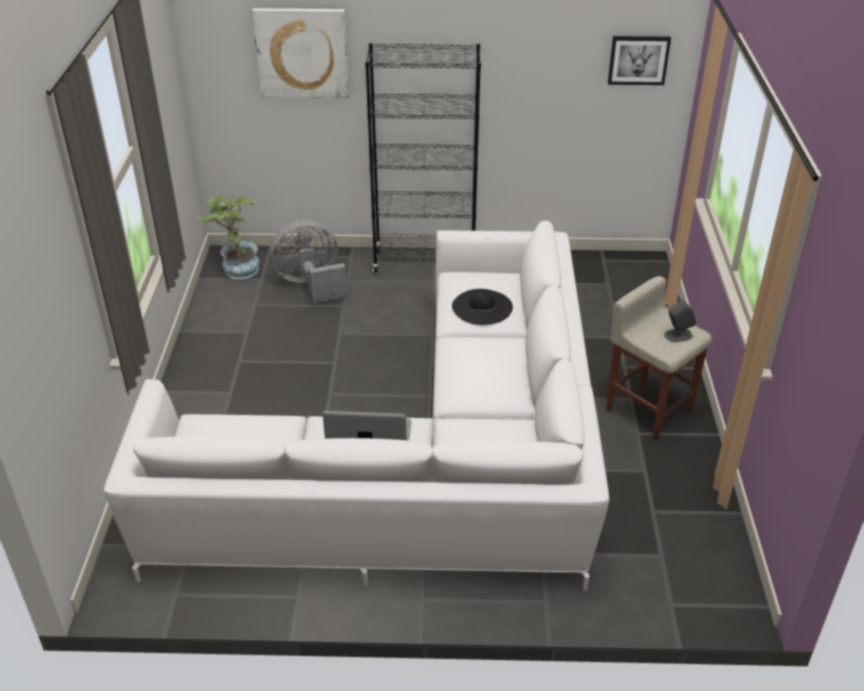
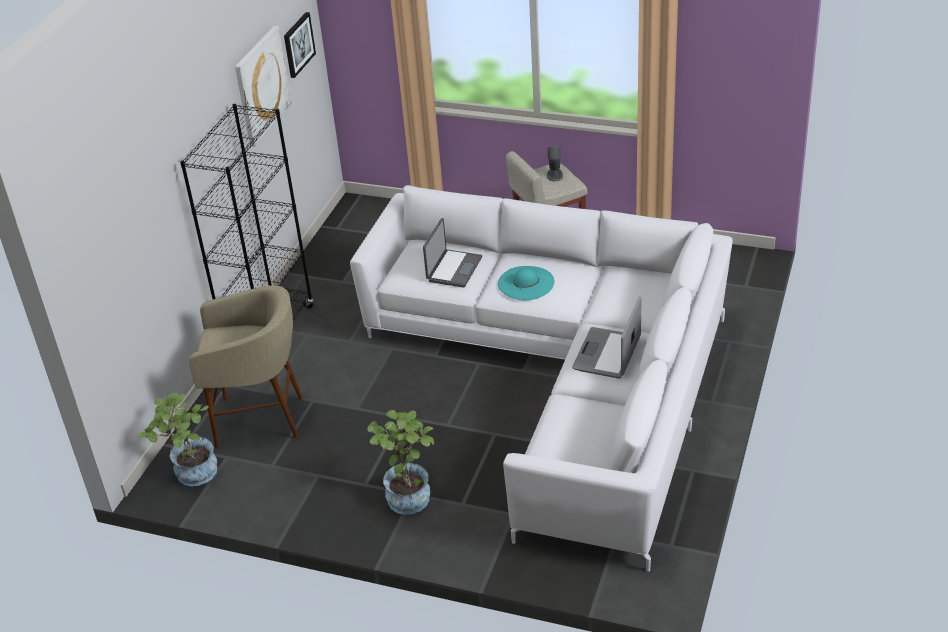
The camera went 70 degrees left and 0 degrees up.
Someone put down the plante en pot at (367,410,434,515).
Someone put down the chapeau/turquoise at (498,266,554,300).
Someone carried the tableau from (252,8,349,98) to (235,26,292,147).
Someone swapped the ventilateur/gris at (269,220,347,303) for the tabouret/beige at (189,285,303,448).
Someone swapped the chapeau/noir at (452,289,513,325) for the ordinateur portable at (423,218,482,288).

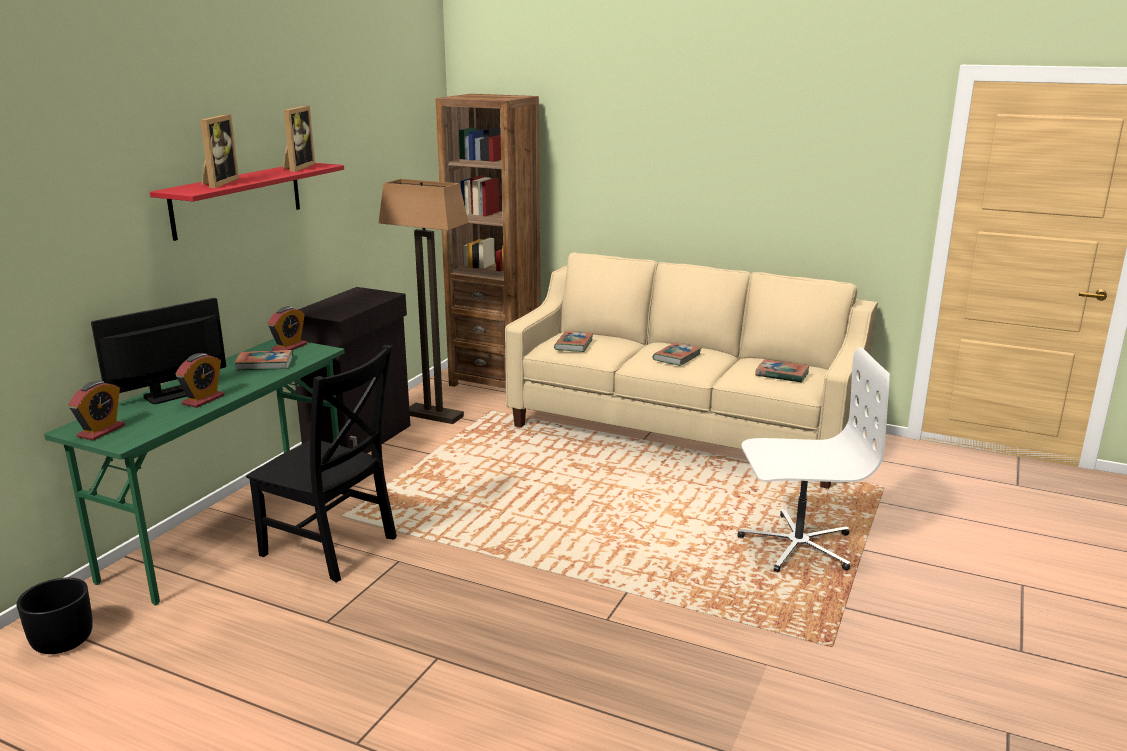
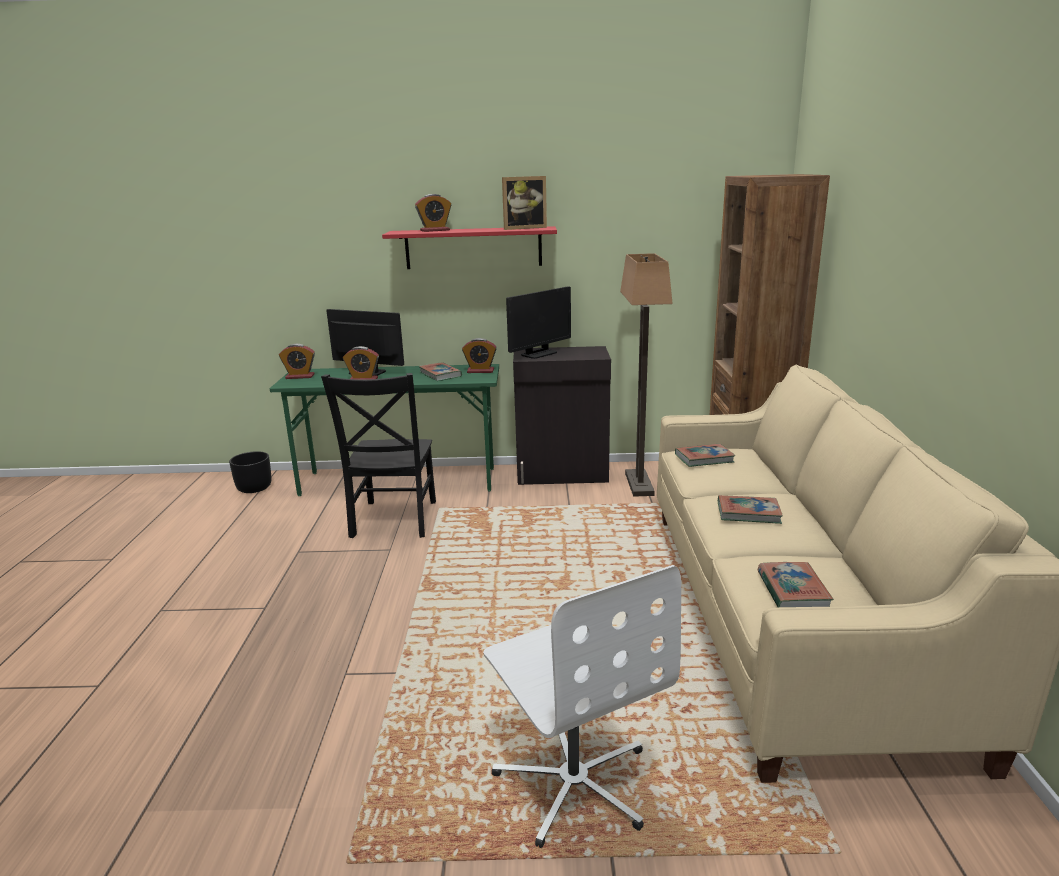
The camera went 65 degrees right and 0 degrees up.
Someone put down the écran d'ordinateur at (506,286,571,359).
Someone swapped the cadre photo at (200,114,239,188) for the réveil at (415,194,451,232).

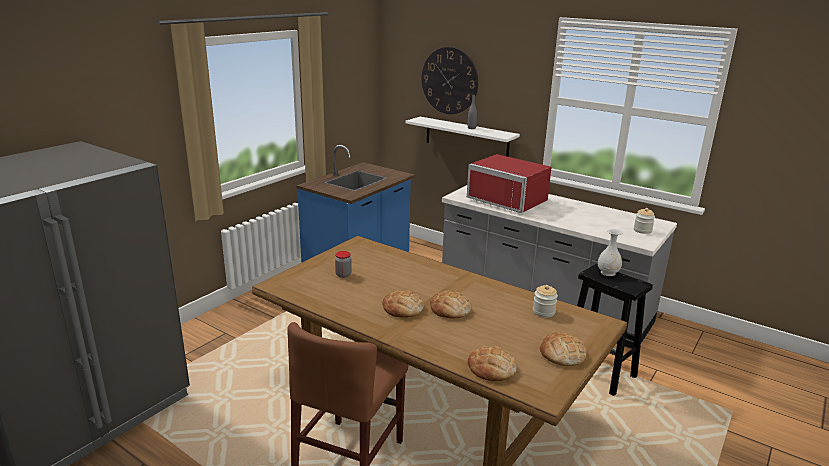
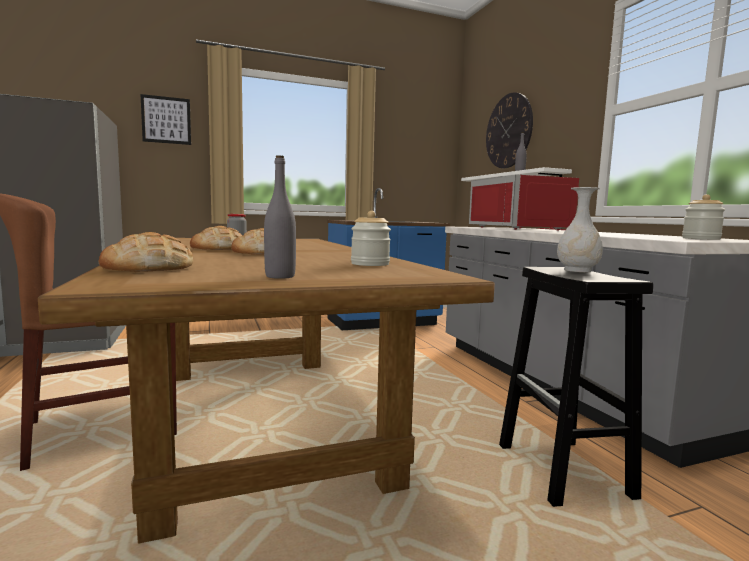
The camera went 35 degrees right and 15 degrees down.
Someone put up the tableau at (141,94,191,145).
Someone swapped the pain at (540,332,586,366) for the bouteille/gris at (264,155,296,279).

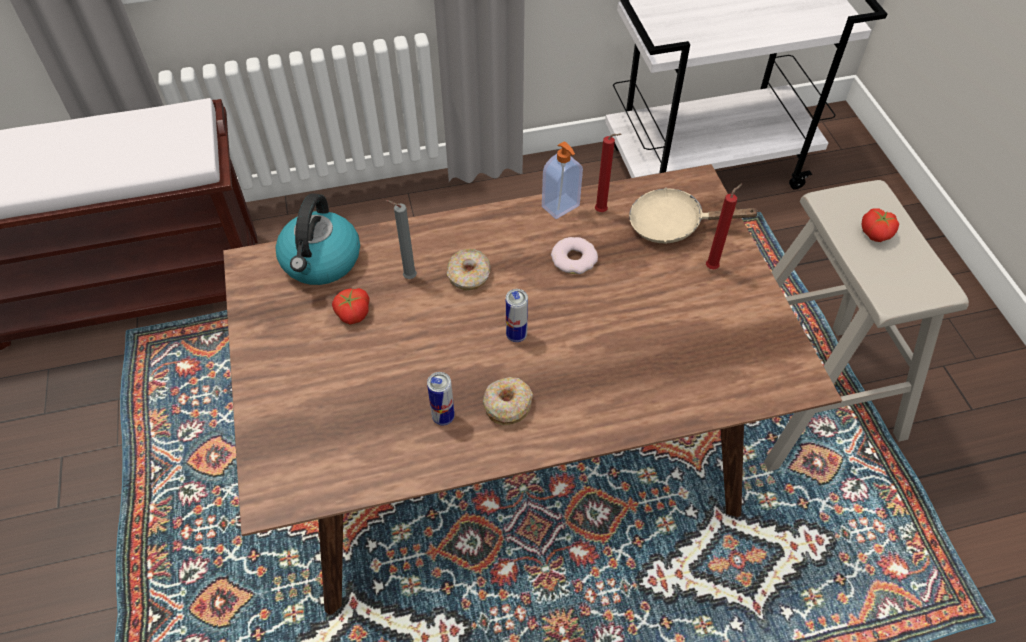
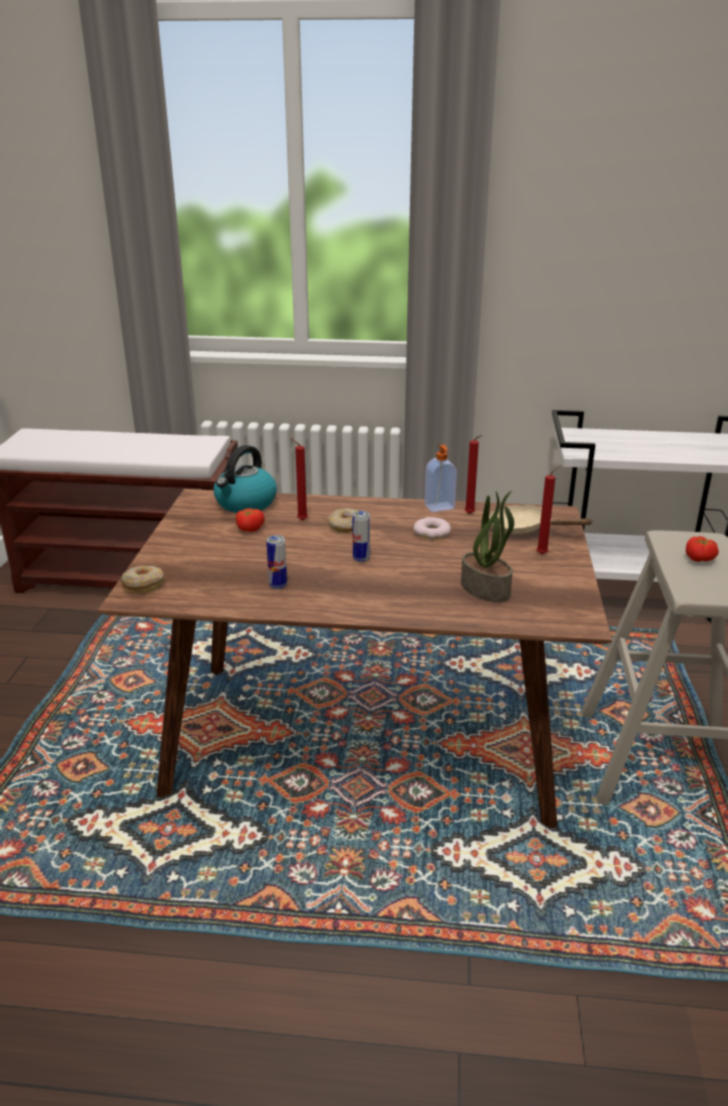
The camera went 20 degrees right and 25 degrees down.
Someone put down the plante en pot at (461,491,514,602).
Someone carried the beignet from (483,377,533,426) to (121,566,164,594).
Someone repainted the bougie/gris at (386,200,417,279), which became the bougie/rouge at (290,438,308,520).

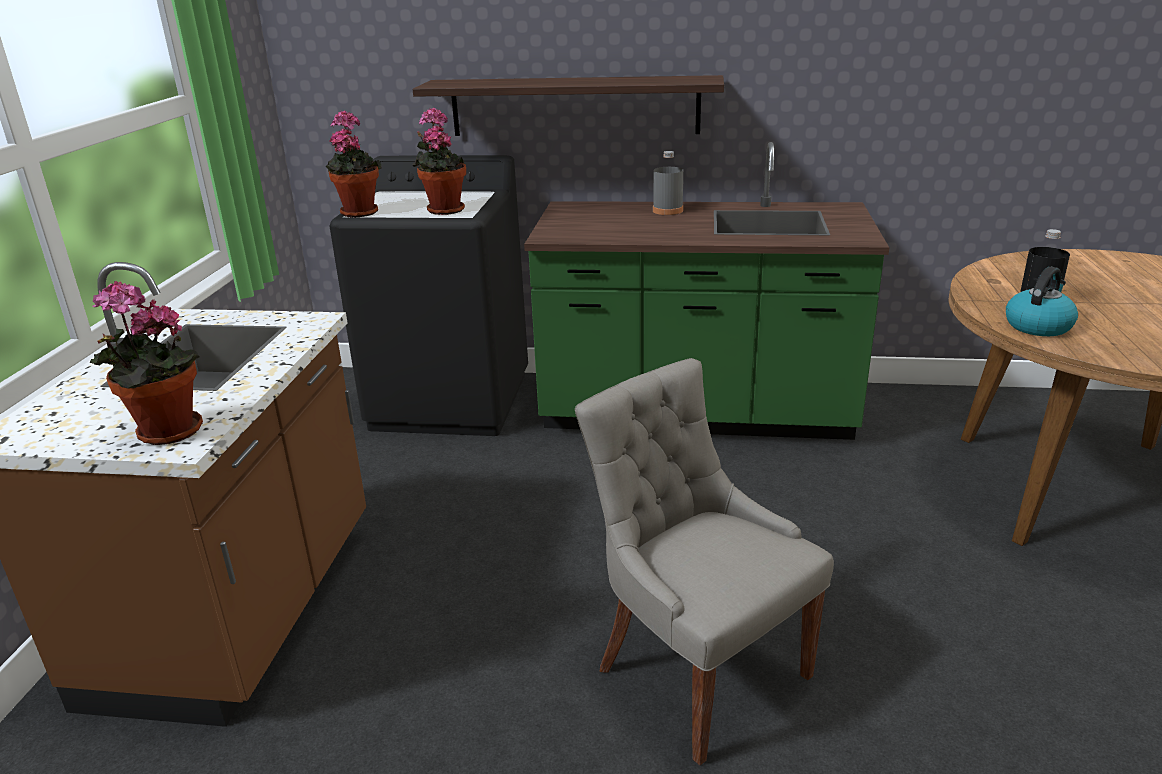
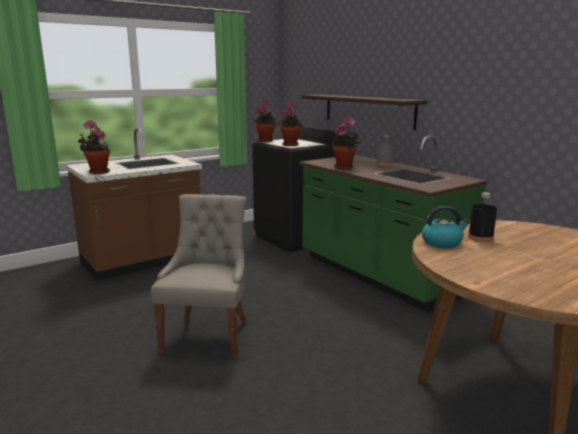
The camera went 45 degrees right and 10 degrees down.
Someone put down the plante en pot at (332,117,360,169).

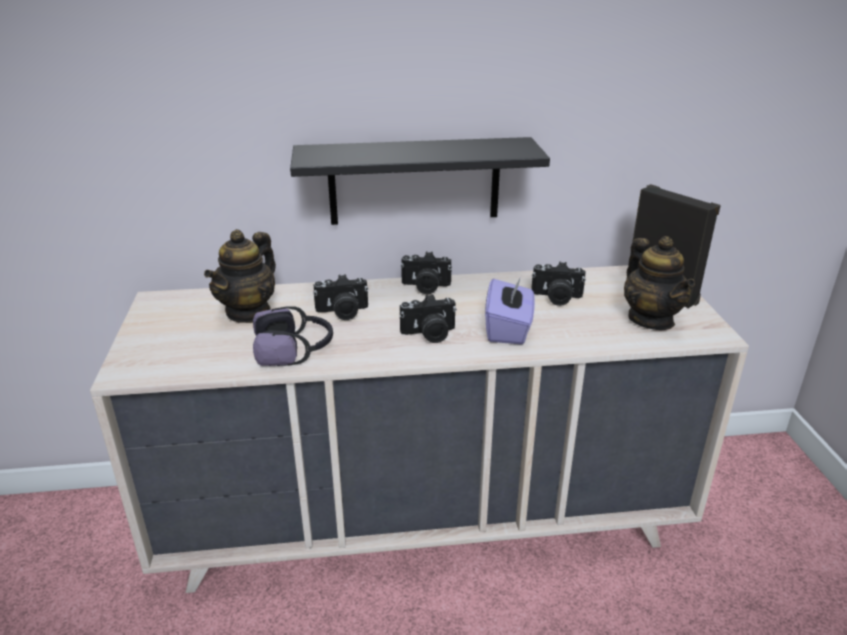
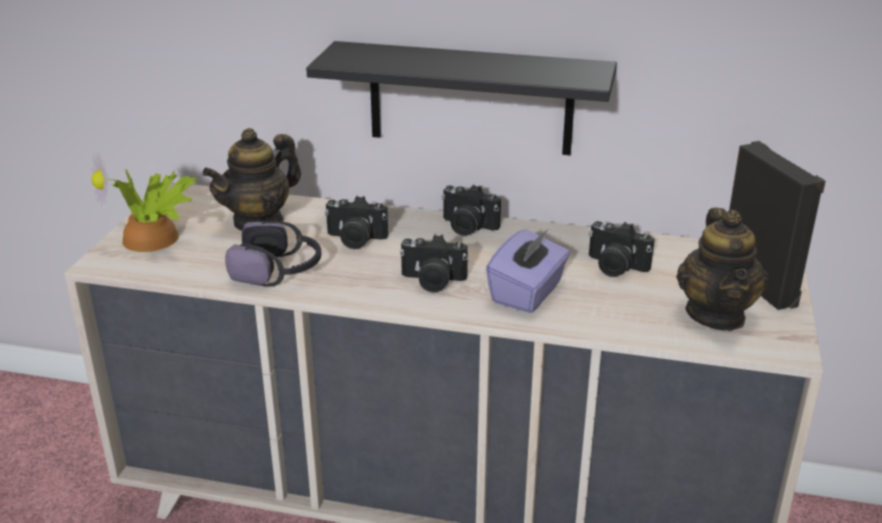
The camera went 20 degrees right and 0 degrees up.
Someone put down the plante en pot at (91,151,197,252).

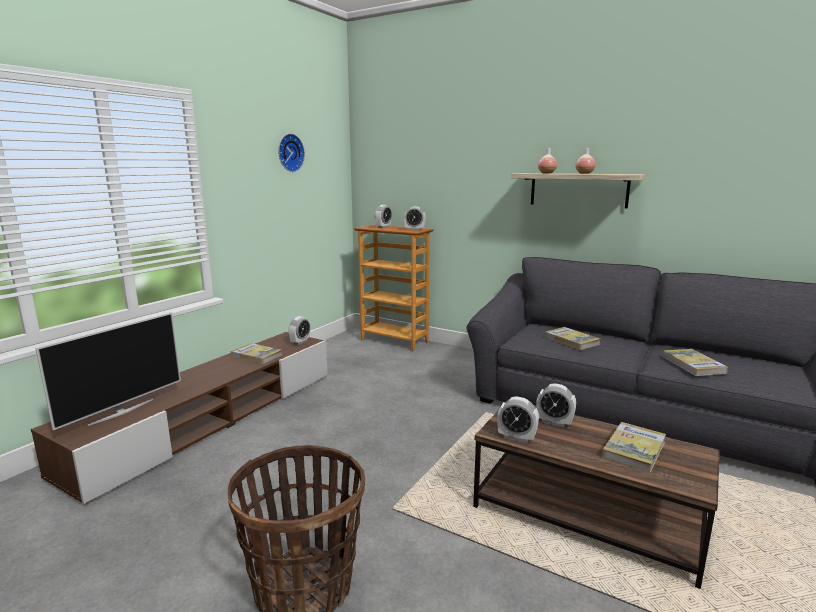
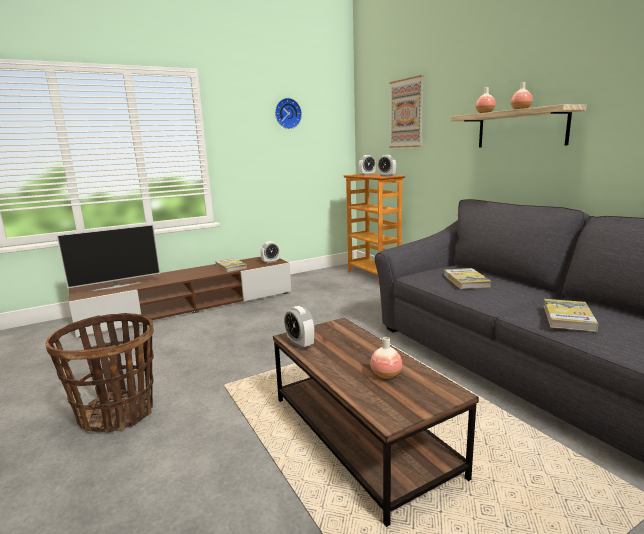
The camera went 30 degrees right and 0 degrees up.
Someone took away the réveil at (536,383,576,427).
Someone put up the tableau at (389,75,424,148).
Someone swapped the livre at (602,422,666,473) for the vase at (370,337,402,379).

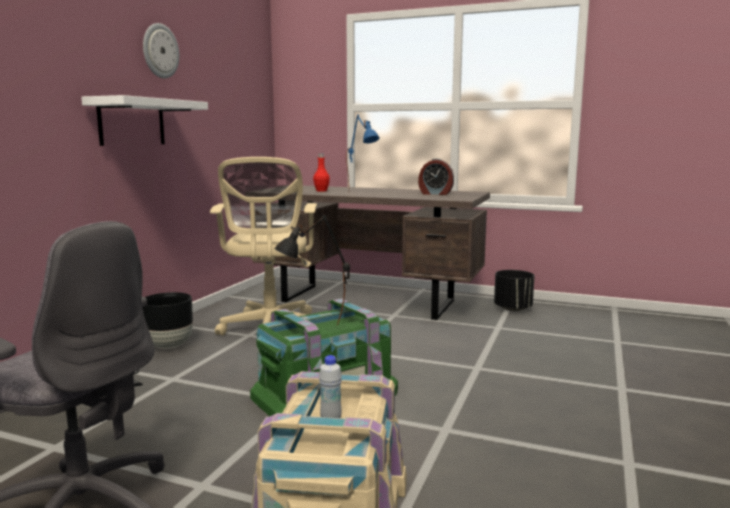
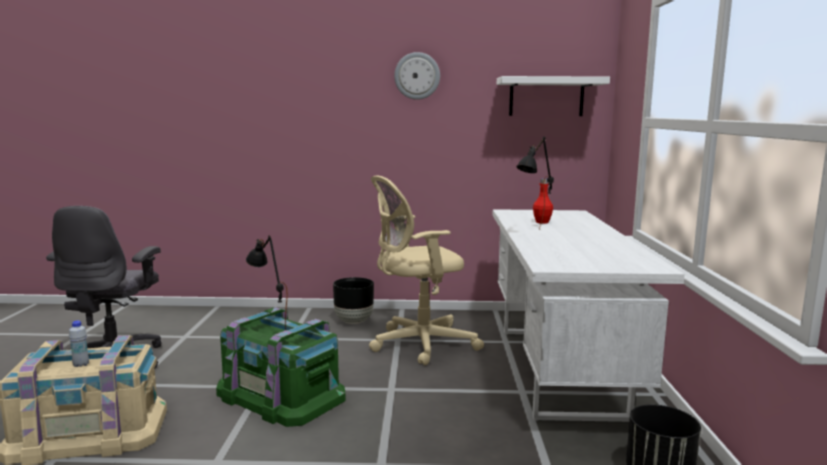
The camera went 70 degrees right and 0 degrees up.
Someone took away the réveil at (418,158,454,195).
Someone carried the étagère/blanc from (81,95,208,146) to (497,76,610,116).
Someone repainted the bureau/marron at (248,186,490,320), which became the bureau/blanc at (492,209,685,422).
Someone repainted the lampe de table/bleu at (346,114,380,184), which became the lampe de table/noir at (516,137,554,229).

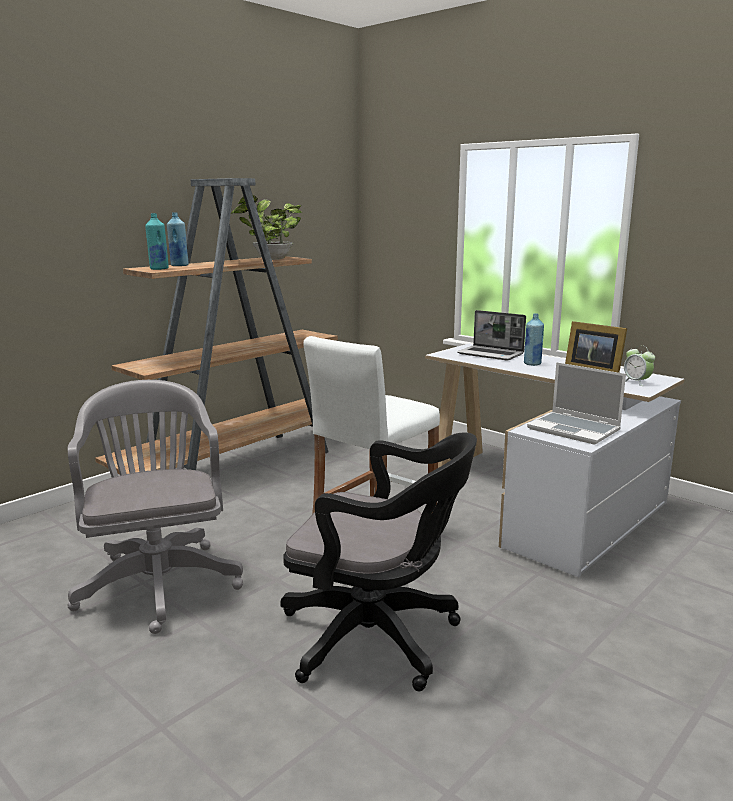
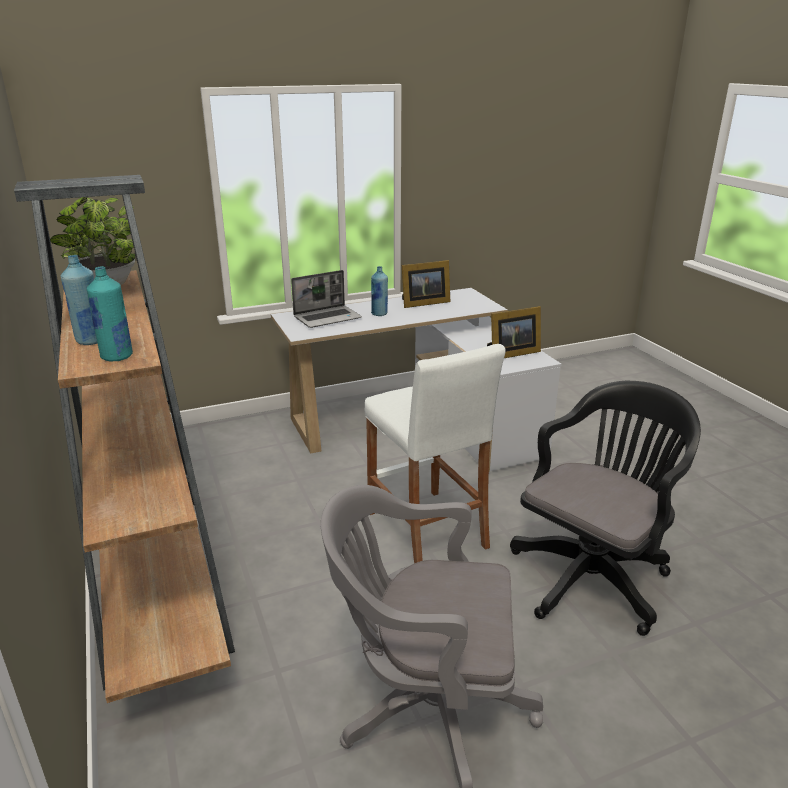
The camera went 65 degrees left and 10 degrees up.
Someone took away the réveil at (624,345,655,386).
Someone swapped the ordinateur portable at (527,362,626,445) for the cadre photo at (487,306,541,358).

